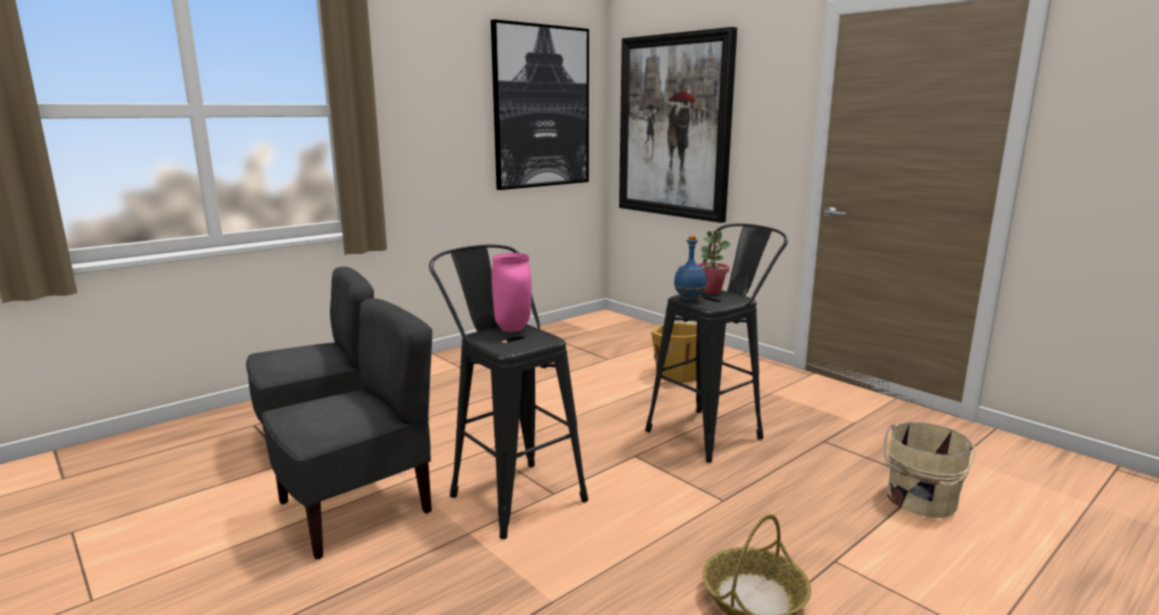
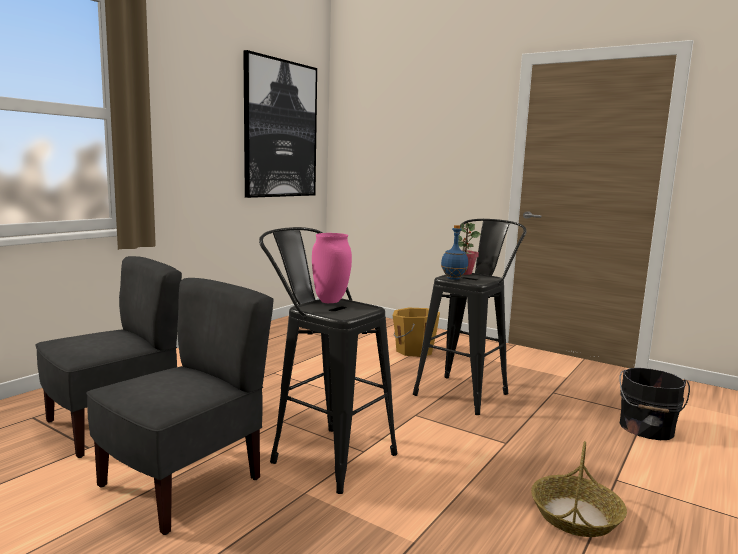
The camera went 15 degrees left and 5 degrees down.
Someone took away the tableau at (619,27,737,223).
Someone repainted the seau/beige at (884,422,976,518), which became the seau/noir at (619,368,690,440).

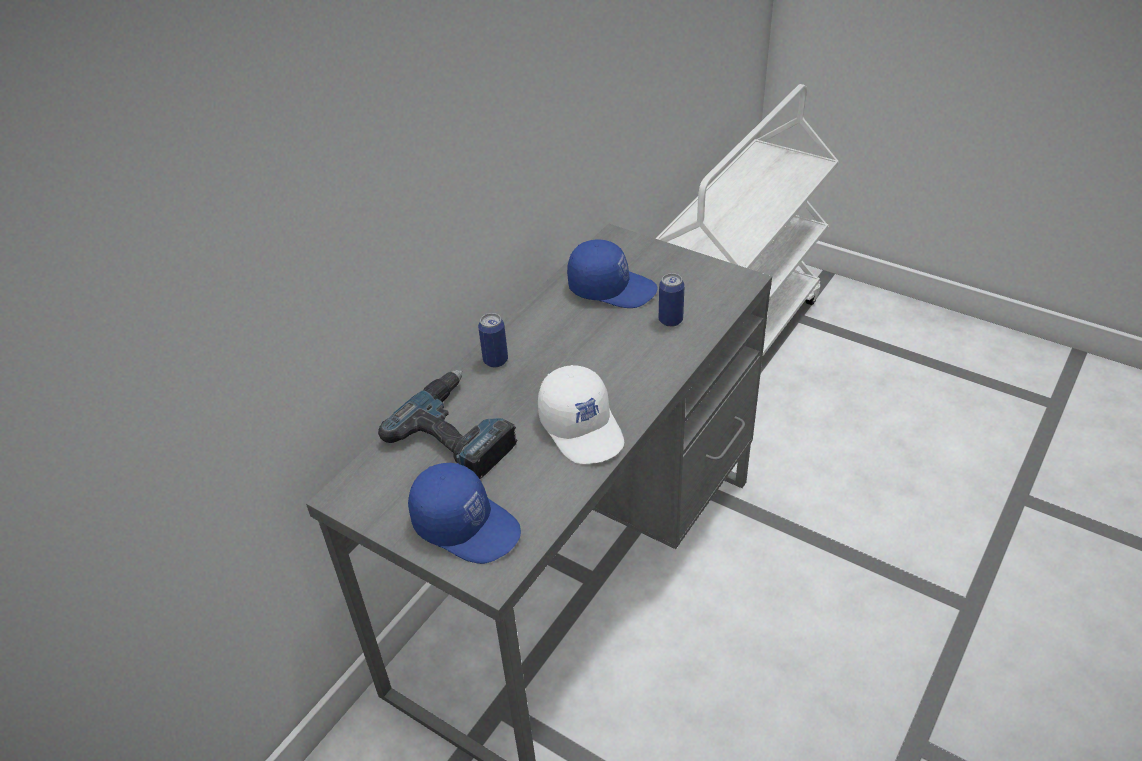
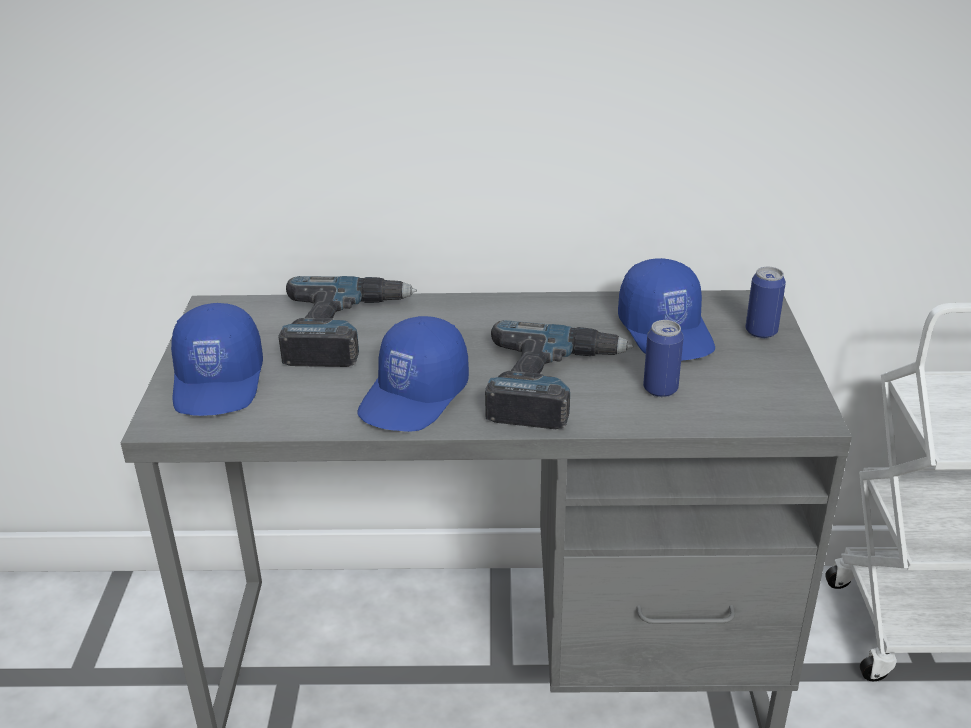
The camera went 55 degrees right and 10 degrees down.
Someone put down the perceuse at (485,320,633,429).
Someone carried the boîte métallique from (478,313,508,367) to (745,267,786,339).
Someone repainted the casquette/blanc at (538,365,624,464), which became the casquette/bleu at (357,316,469,432).

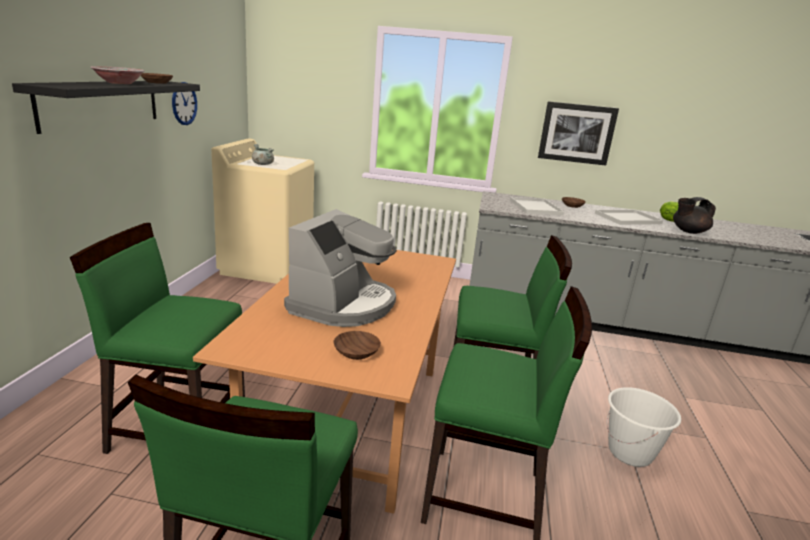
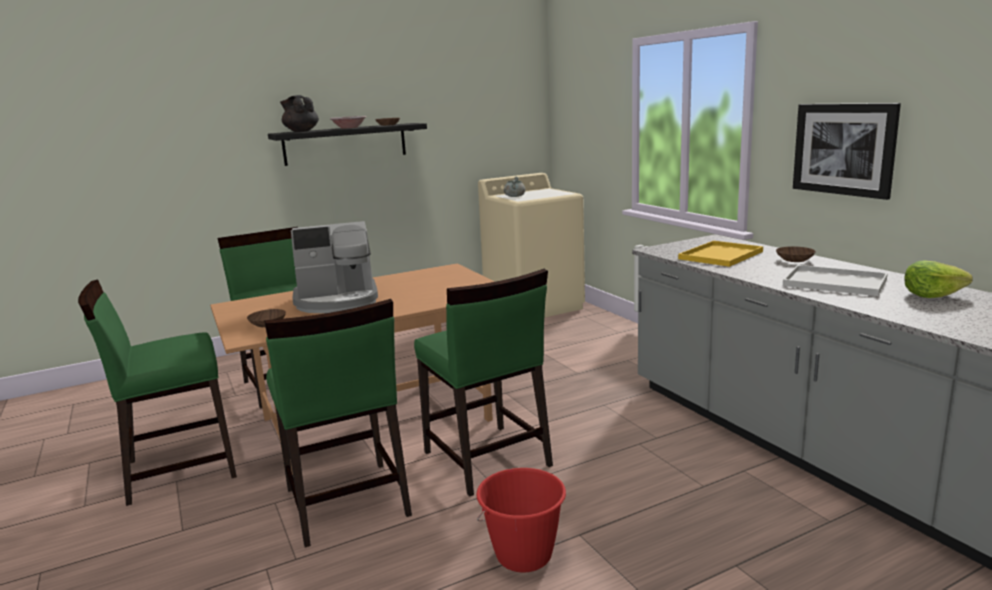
The camera went 55 degrees right and 5 degrees down.
Someone took away the horloge murale at (172,82,197,125).
Someone carried the théière/noir from (673,197,716,234) to (280,95,319,132).
Someone repainted the plateau/blanc at (510,197,564,215), which became the plateau/jaune at (678,241,763,267).
Someone repainted the seau/blanc at (607,387,681,467), which became the seau/rouge at (476,468,566,572).

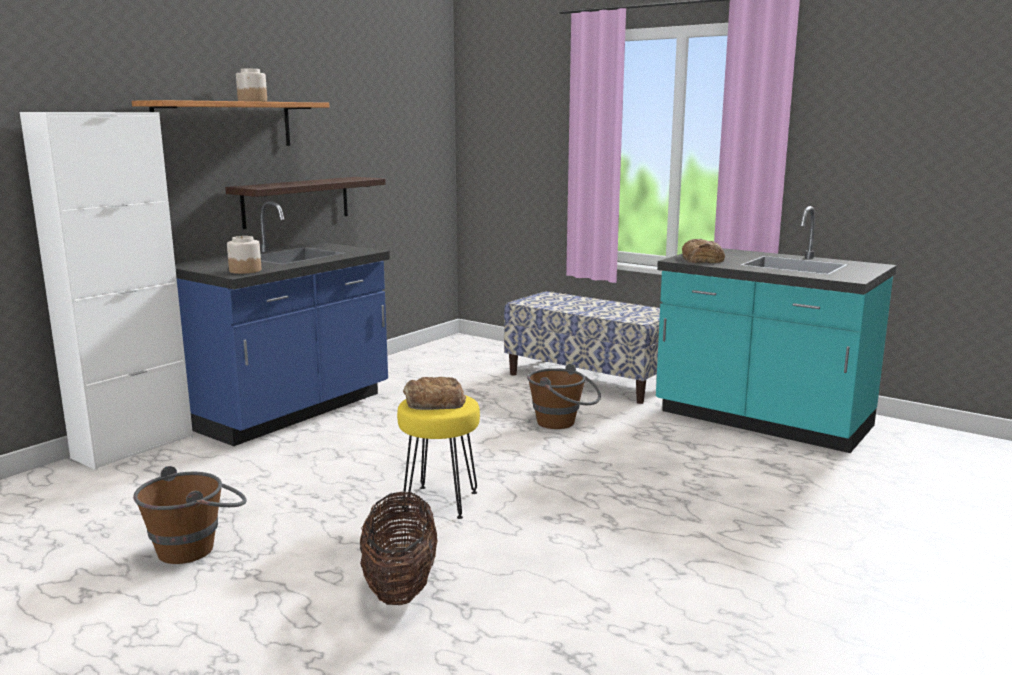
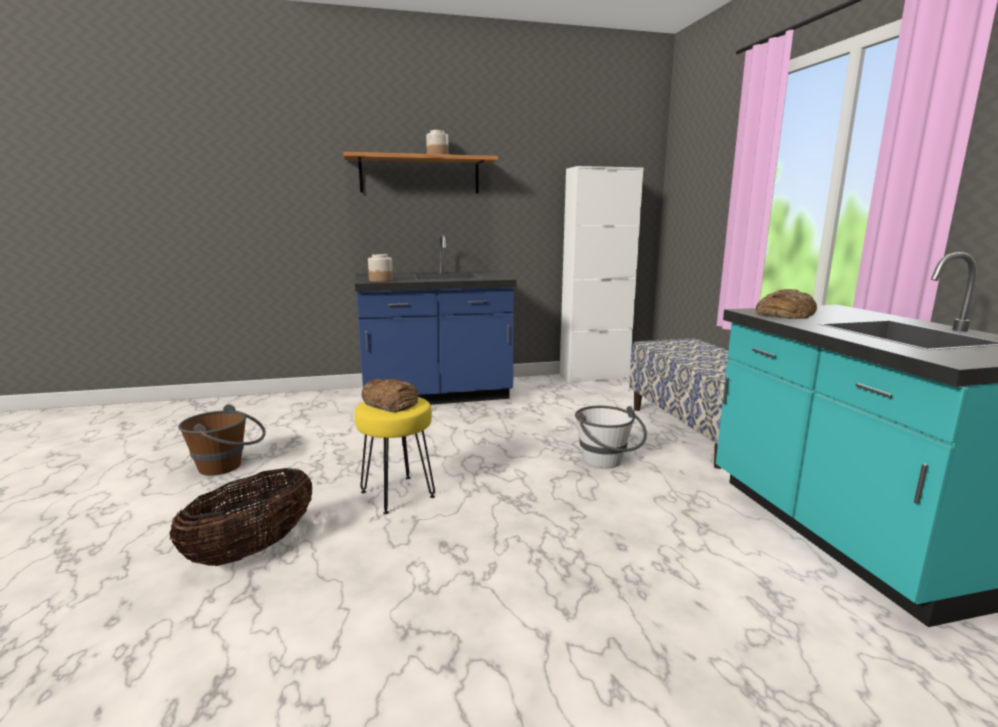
The camera went 40 degrees right and 0 degrees up.
Someone took away the étagère at (225,177,386,229).
Someone carried the meuble de rangement/blanc from (20,112,193,470) to (560,166,644,383).
Someone repainted the seau/marron at (527,364,601,429), which became the seau/blanc at (575,406,647,469).

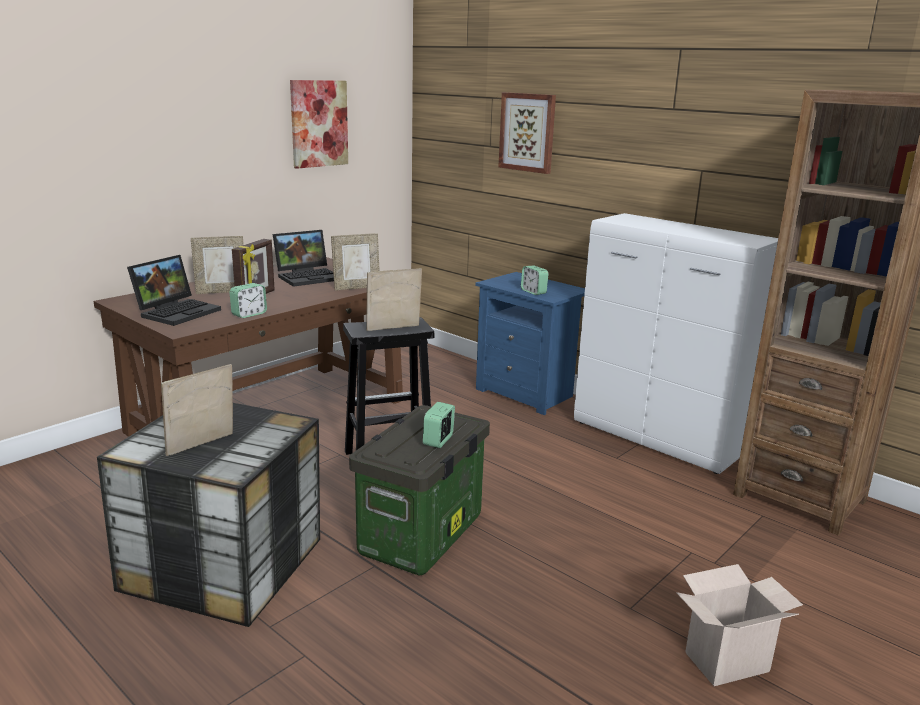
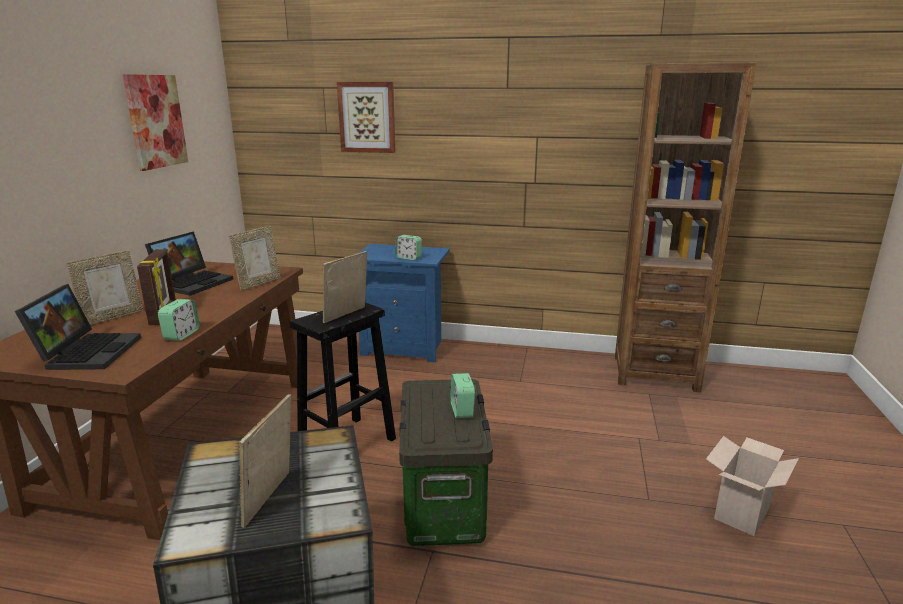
The camera went 30 degrees left and 0 degrees up.
Someone took away the meuble de rangement/blanc at (574,213,778,474).

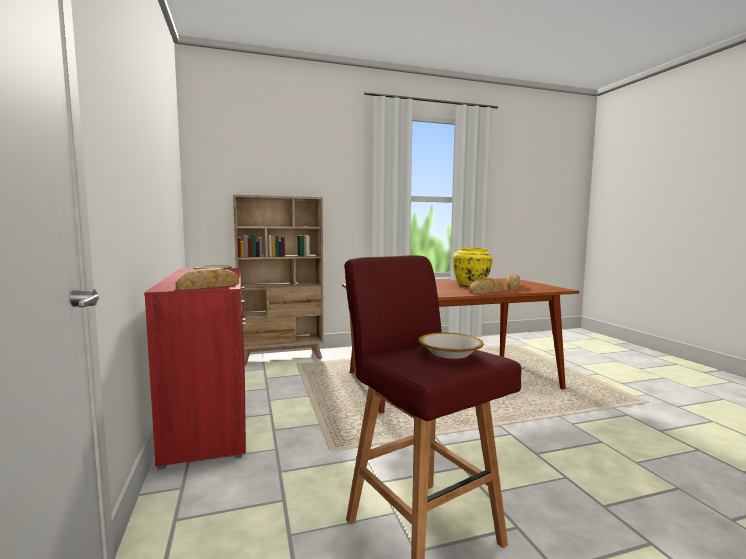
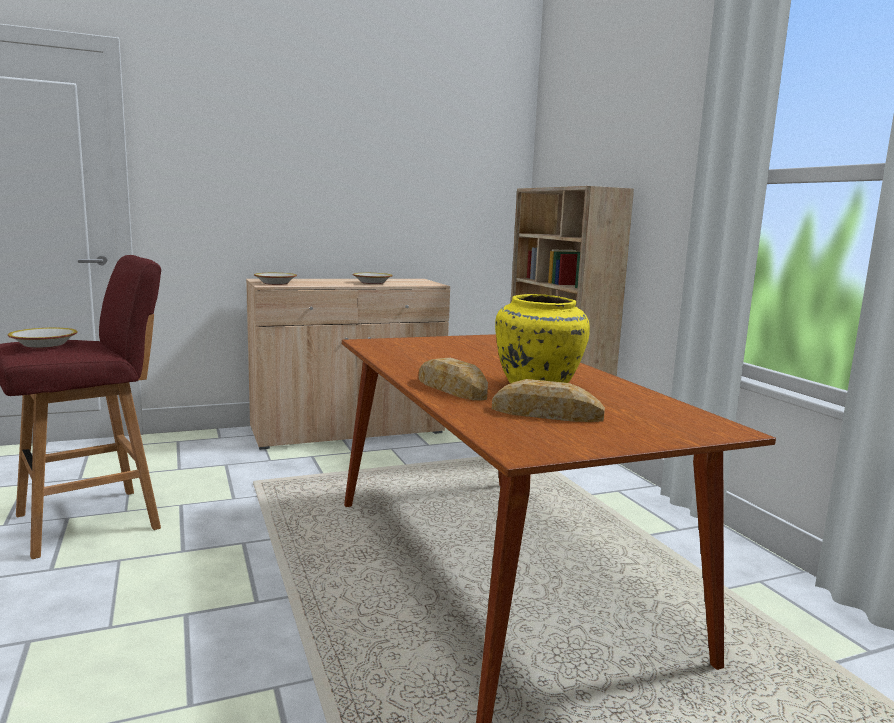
The camera went 85 degrees right and 5 degrees up.
Someone swapped the pain at (176,268,239,290) for the bol at (254,273,297,285).
Someone repainted the meuble de rangement/rouge at (144,268,246,470), which became the meuble de rangement/beige at (246,279,450,450).

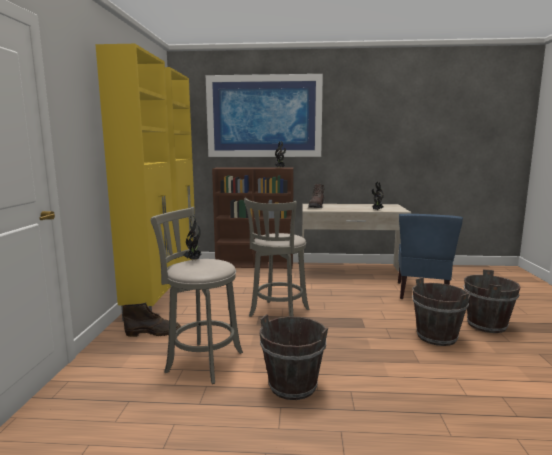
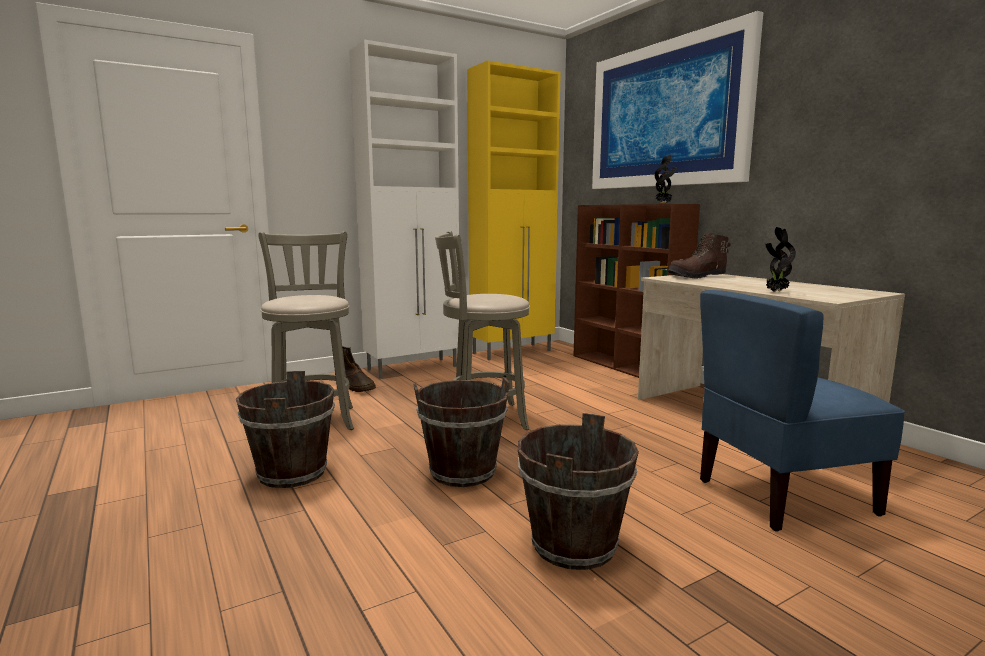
The camera went 55 degrees right and 0 degrees up.
Someone took away the plante en pot at (184,214,202,260).
Someone carried the seau/marron from (464,269,521,333) to (413,377,510,487).
Someone repainted the meuble de rangement/jaune at (95,44,176,321), which became the meuble de rangement/blanc at (349,40,459,378).

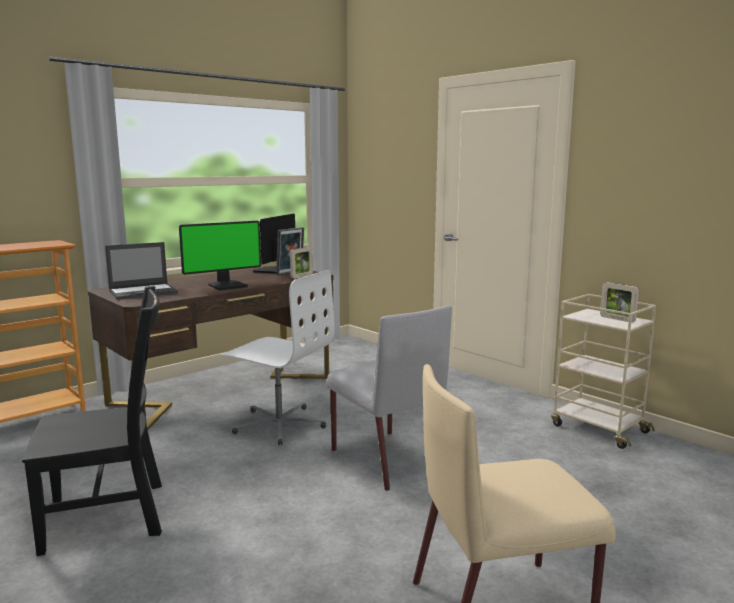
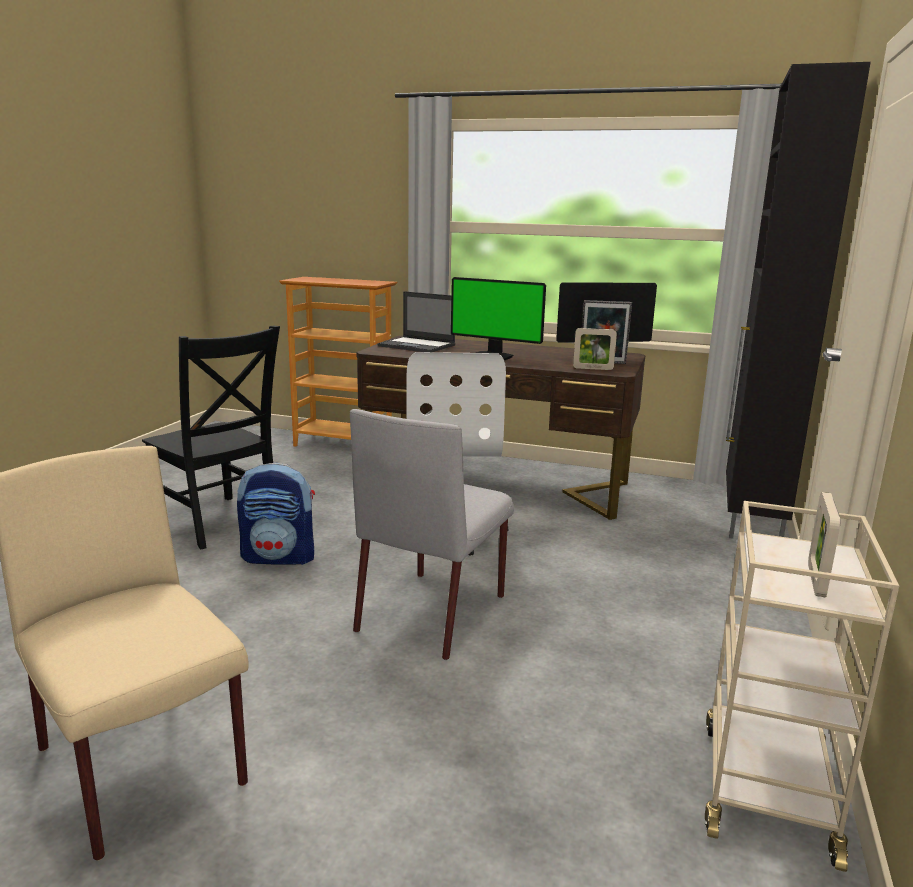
The camera went 60 degrees right and 5 degrees up.
Someone put down the sac à dos at (237,463,315,565).
Someone put down the meuble de rangement/noir at (726,62,871,539).

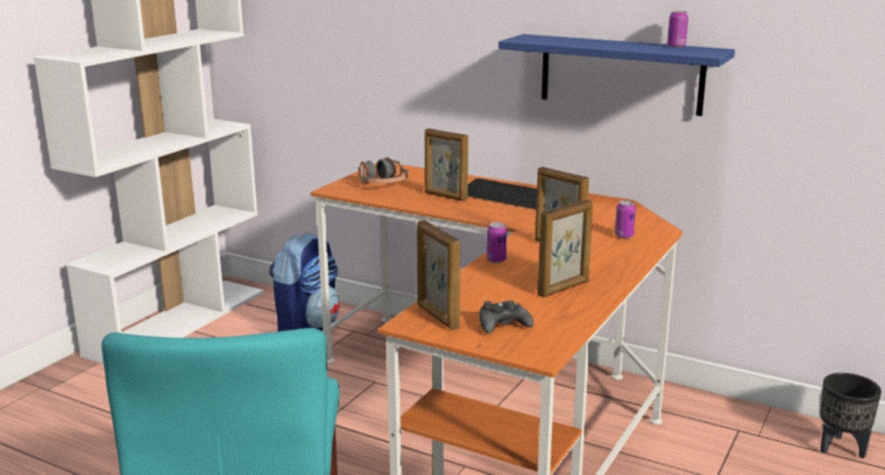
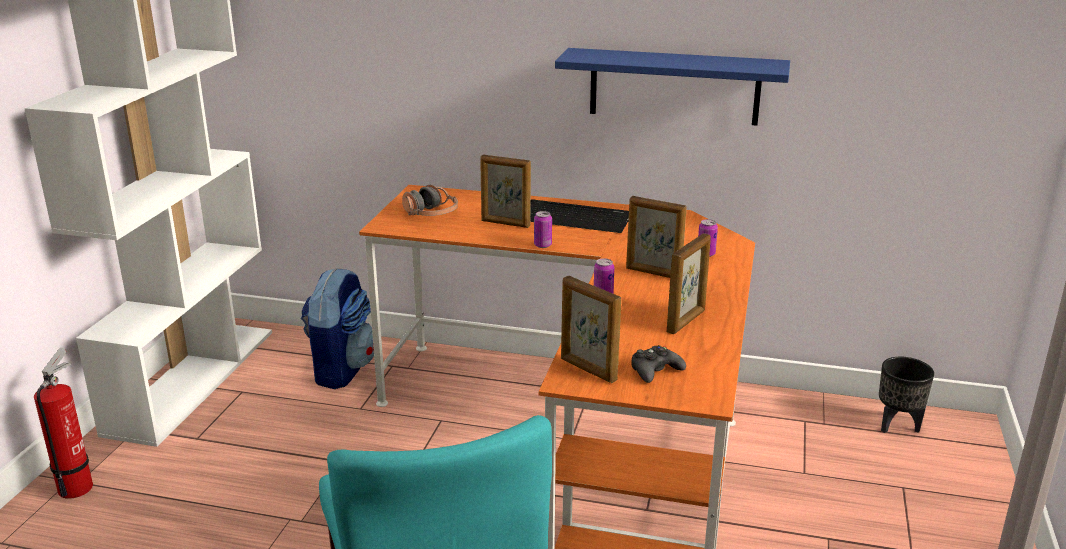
The camera went 15 degrees left and 5 degrees up.
Someone put down the extincteur at (34,348,93,499).
Someone carried the boîte métallique from (667,11,688,48) to (534,211,552,248).

